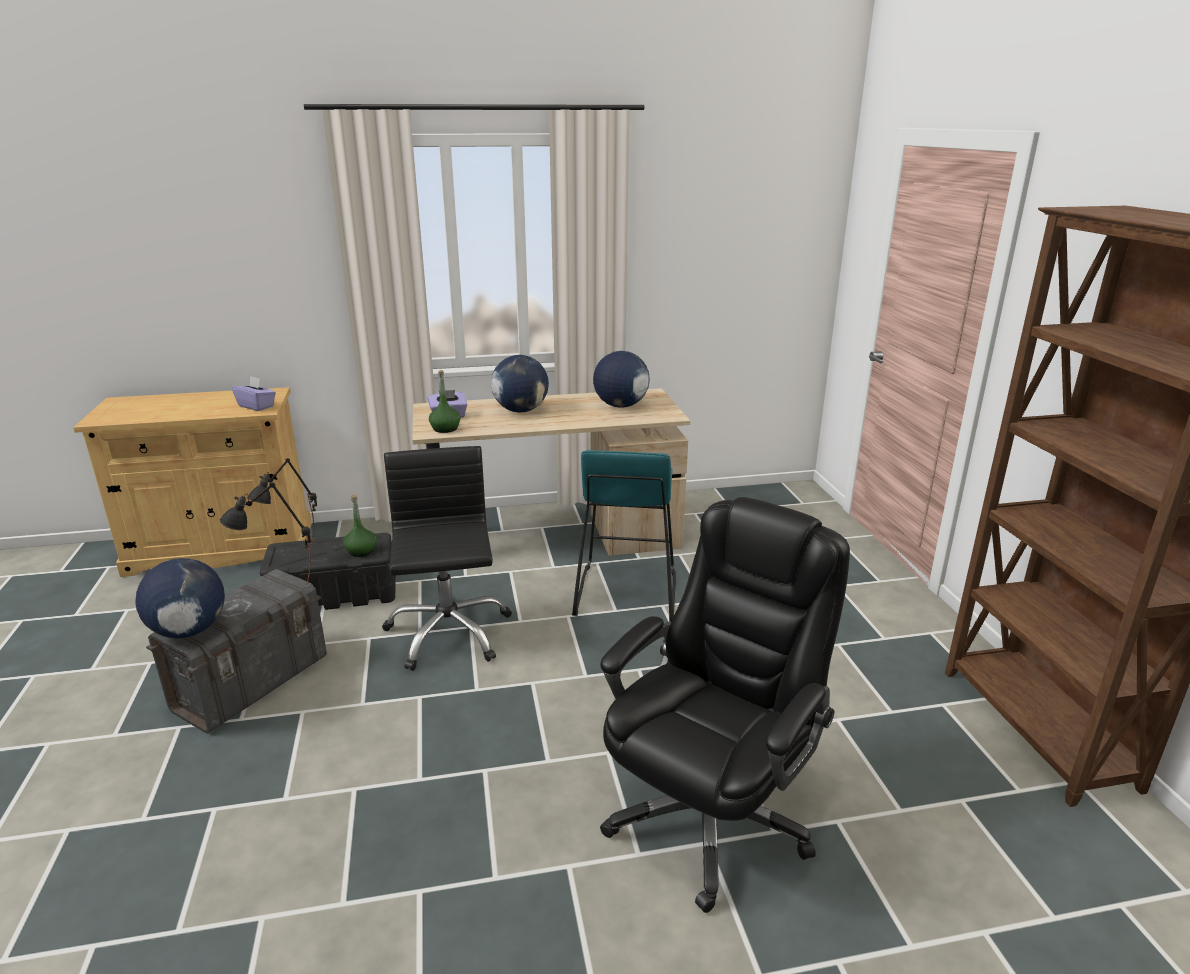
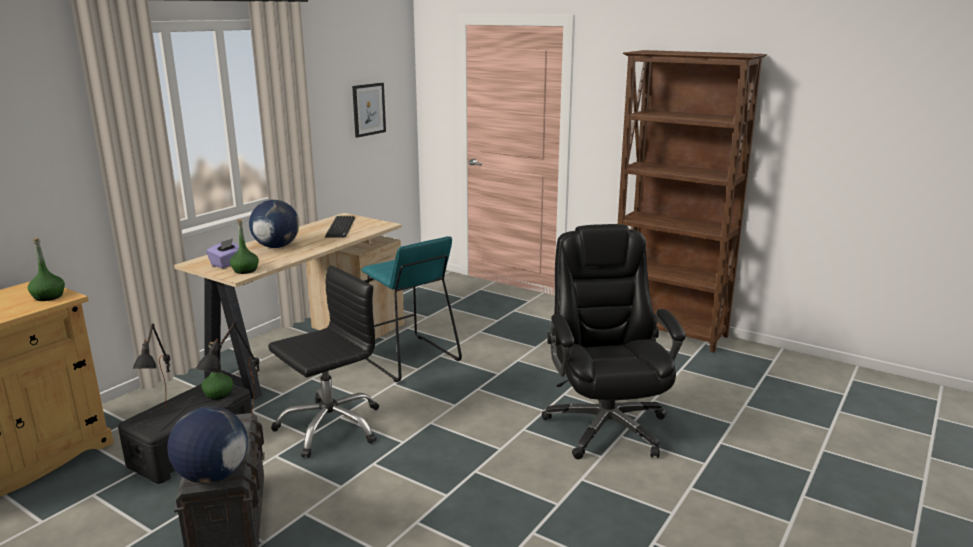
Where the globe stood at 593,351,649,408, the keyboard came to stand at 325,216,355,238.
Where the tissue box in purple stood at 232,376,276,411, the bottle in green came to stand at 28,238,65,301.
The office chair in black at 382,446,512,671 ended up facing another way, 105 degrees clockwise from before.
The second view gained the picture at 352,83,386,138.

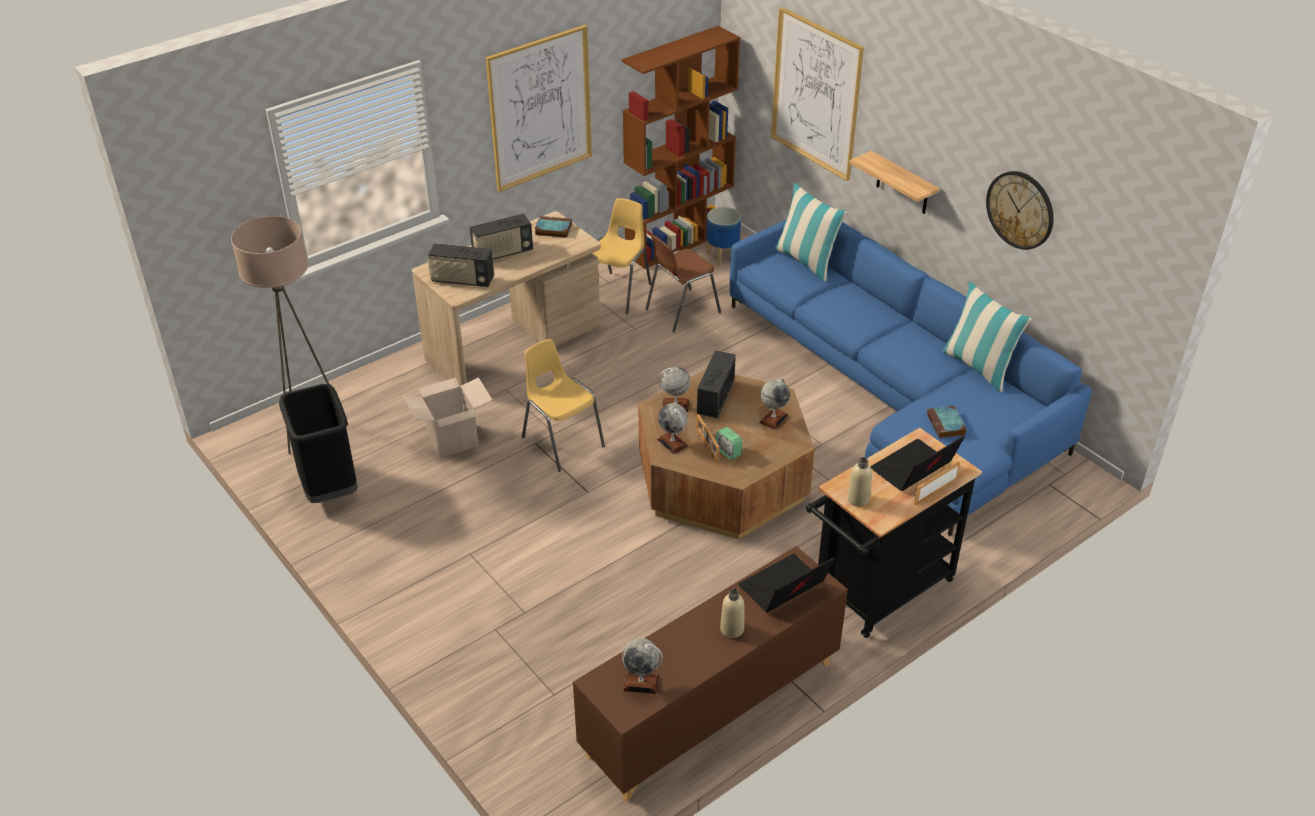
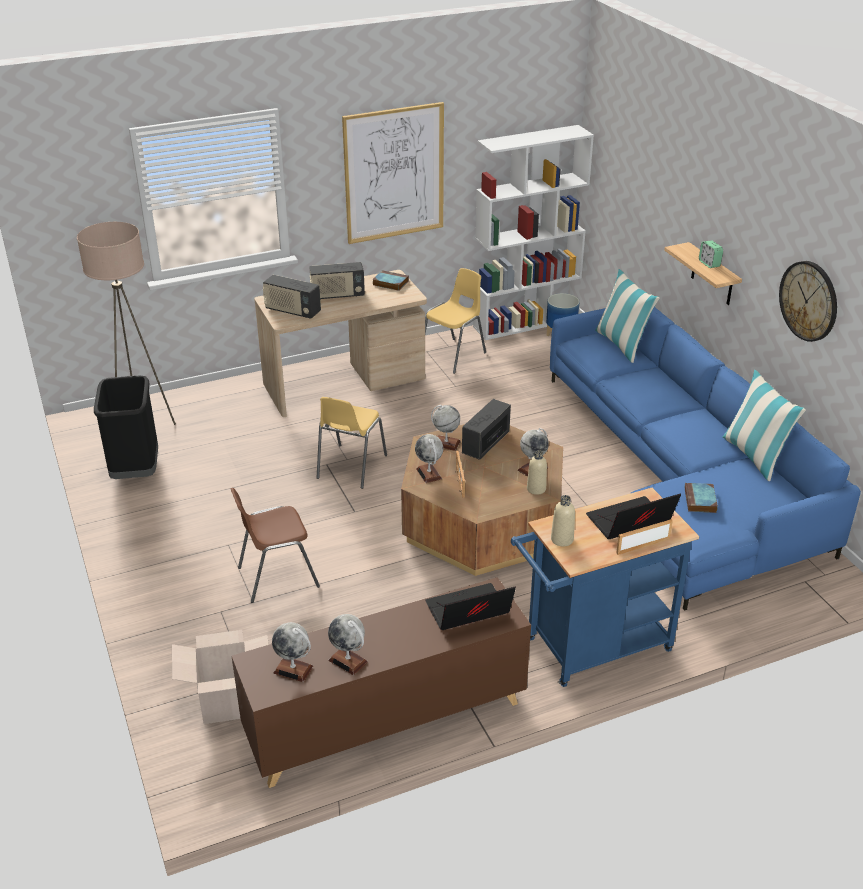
The second view lost the picture at 771,7,864,181.
What was the bookcase in brown at 622,26,740,269 turned into the bookcase in white at 473,125,594,340.
The chair in brown ended up elsewhere, having gone from 645,235,721,332 to 231,488,320,603.
The chair in yellow at 522,339,605,472 ended up facing another way, 135 degrees counterclockwise from before.
The cardboard box ended up elsewhere, having gone from 403,377,492,458 to 172,630,269,724.
The alarm clock ended up elsewhere, having gone from 716,427,742,460 to 699,240,723,268.
What was the cart in black at 806,428,982,638 turned into the cart in blue at 511,488,699,687.
The bottle in beige ended up elsewhere, having gone from 720,588,745,638 to 527,450,547,495.
The second view gained the globe at 328,614,368,675.

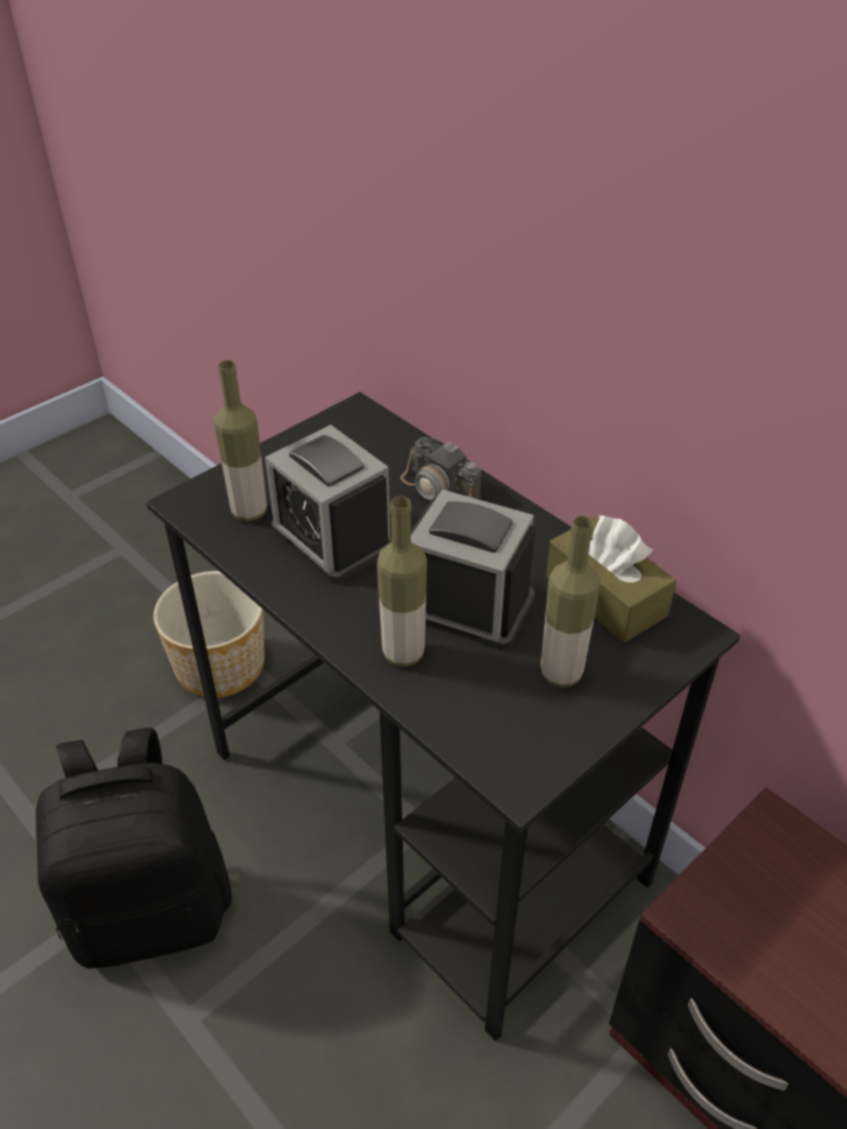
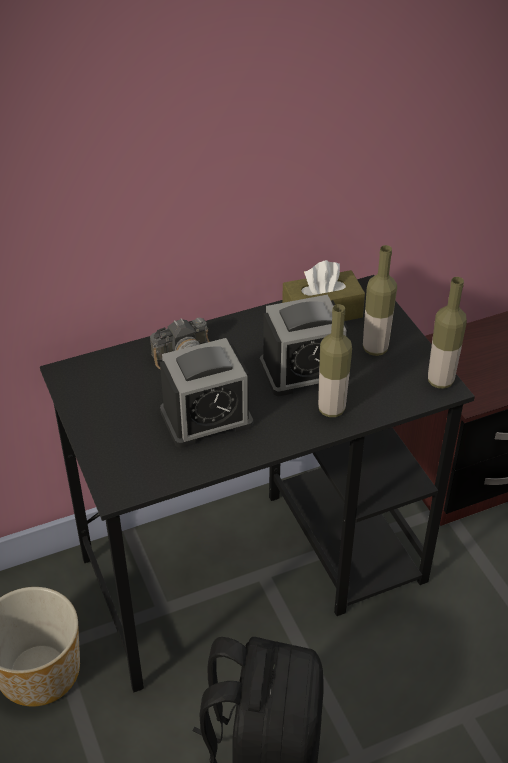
The bottle ended up elsewhere, having gone from 214,360,267,522 to 428,277,467,389.
The alarm clock at 411,489,535,650 ended up facing another way, 150 degrees counterclockwise from before.

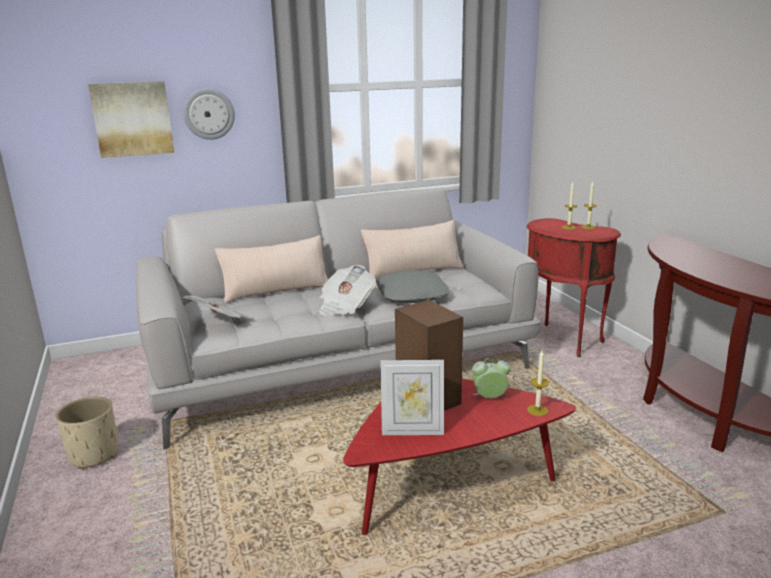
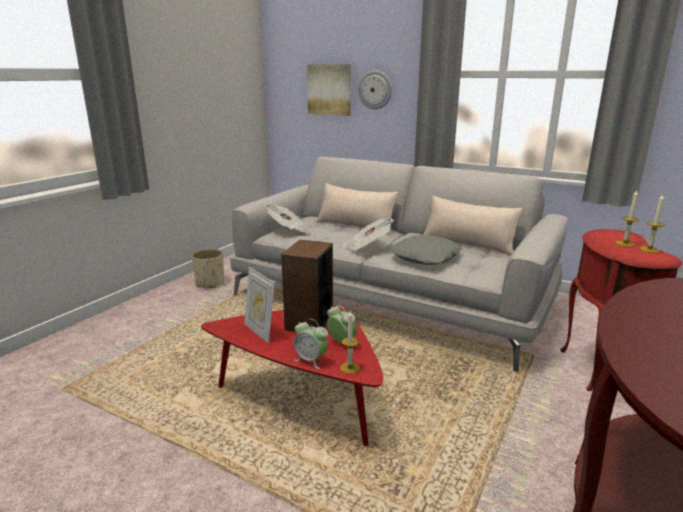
The second view gained the alarm clock at 294,319,328,369.

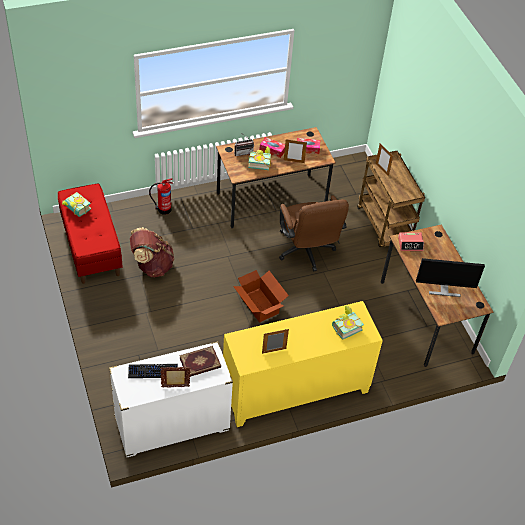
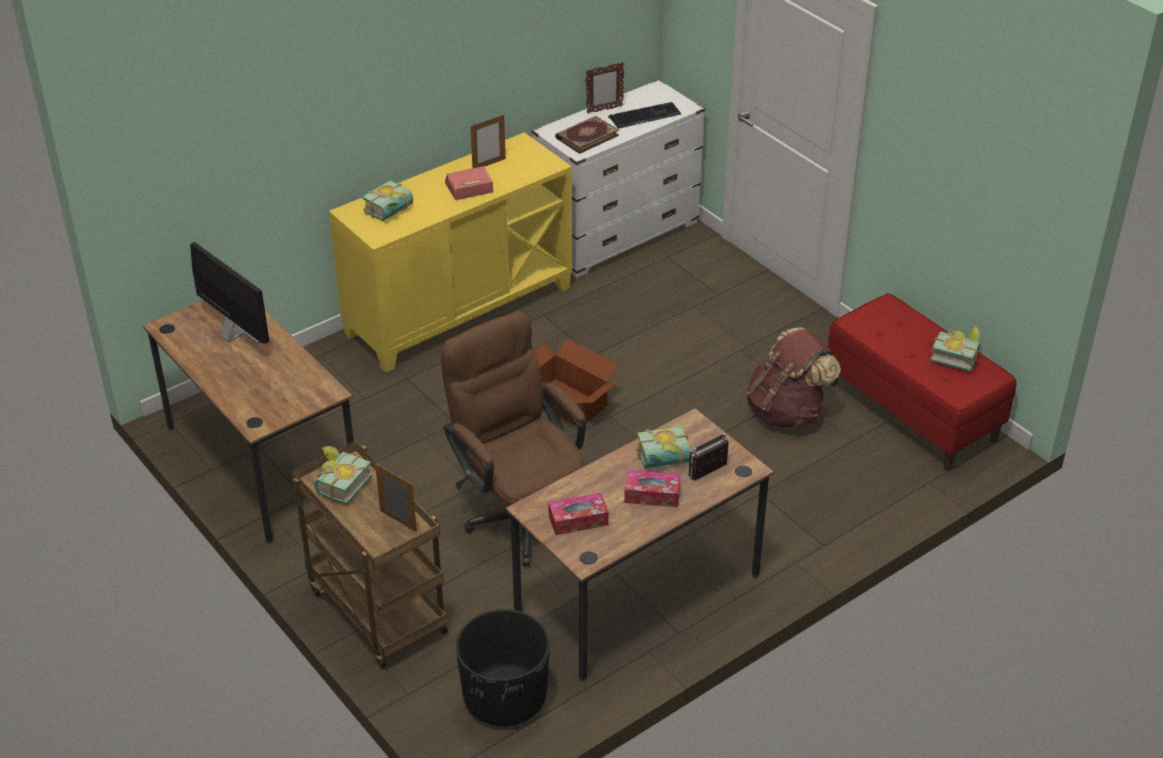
The second view lost the picture frame at 284,139,307,163.
The second view lost the fire extinguisher at 149,178,173,215.
The alarm clock ended up elsewhere, having gone from 398,233,424,251 to 445,166,493,200.
The monitor at 416,258,485,297 ended up facing another way, 60 degrees clockwise from before.
The second view gained the book at 314,446,372,505.
The second view gained the planter in black at 456,609,550,726.

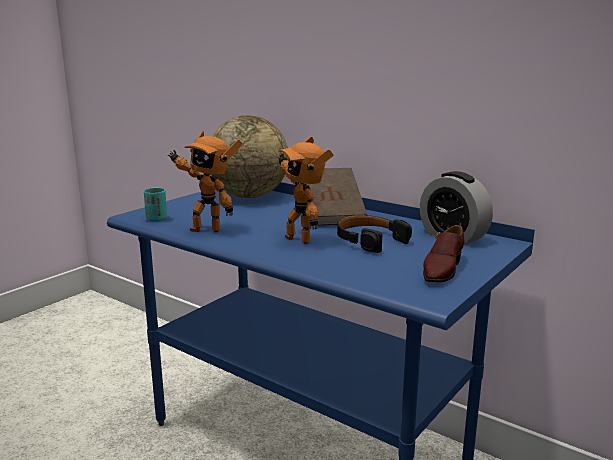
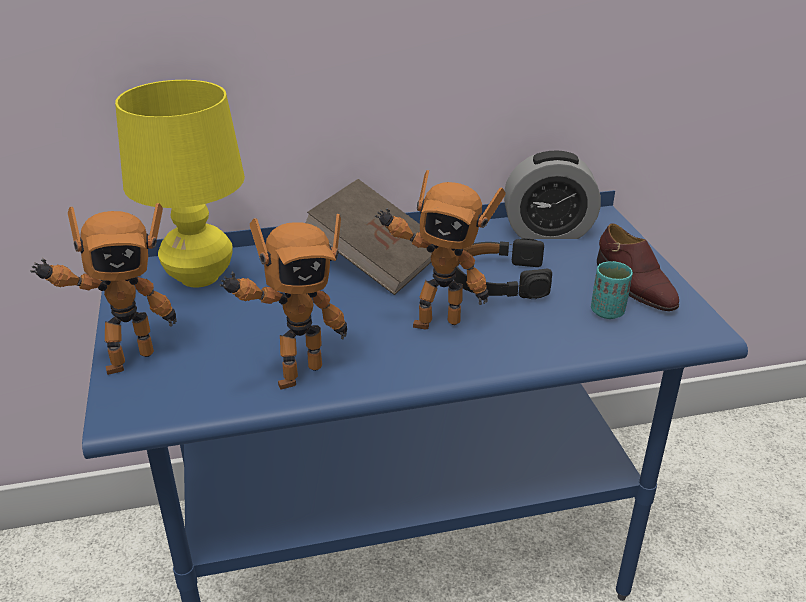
Where the globe stood at 211,115,289,198, the table lamp in yellow came to stand at 115,80,245,288.
The cup in turquoise ended up elsewhere, having gone from 144,188,167,222 to 591,261,633,319.
The second view gained the toy robot at 30,203,177,375.

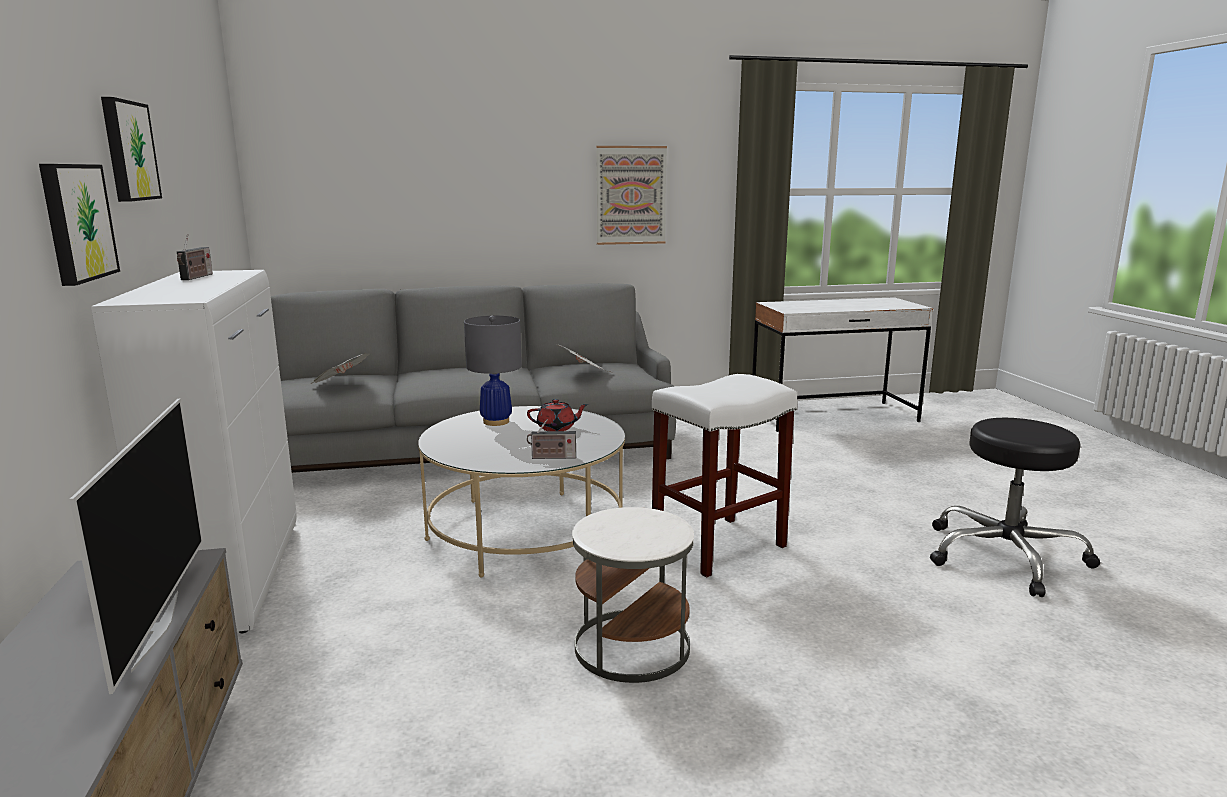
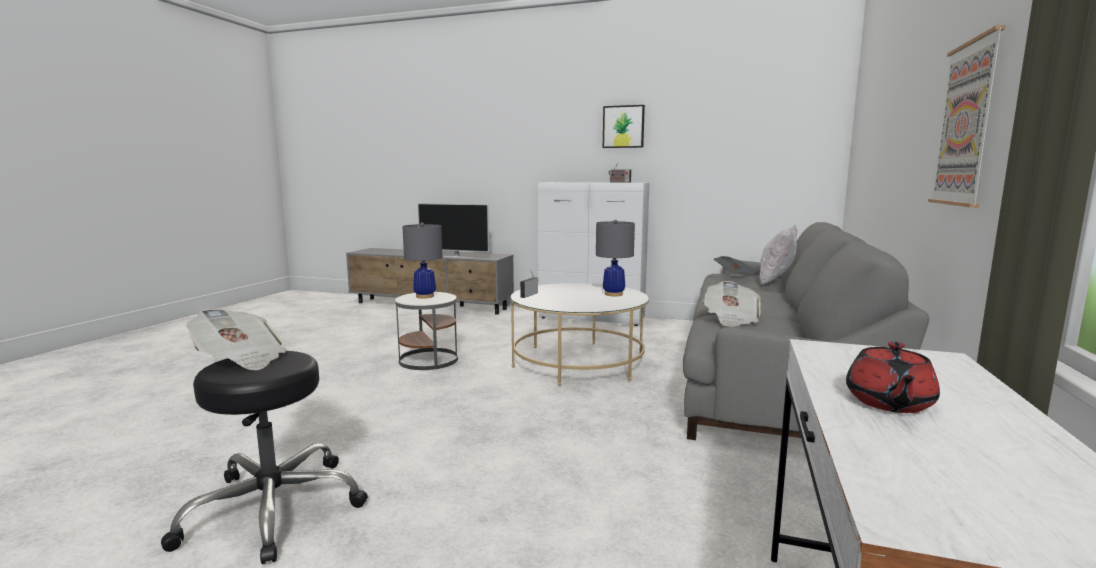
The second view lost the picture at 39,164,120,286.
The second view lost the stool in white at 652,374,797,578.
The teapot in red ended up elsewhere, having gone from 527,399,588,431 to 846,342,940,413.
The second view gained the table lamp in grey at 403,223,442,298.
The second view gained the pillow in white at 759,225,797,285.
The second view gained the newspaper at 186,308,287,370.

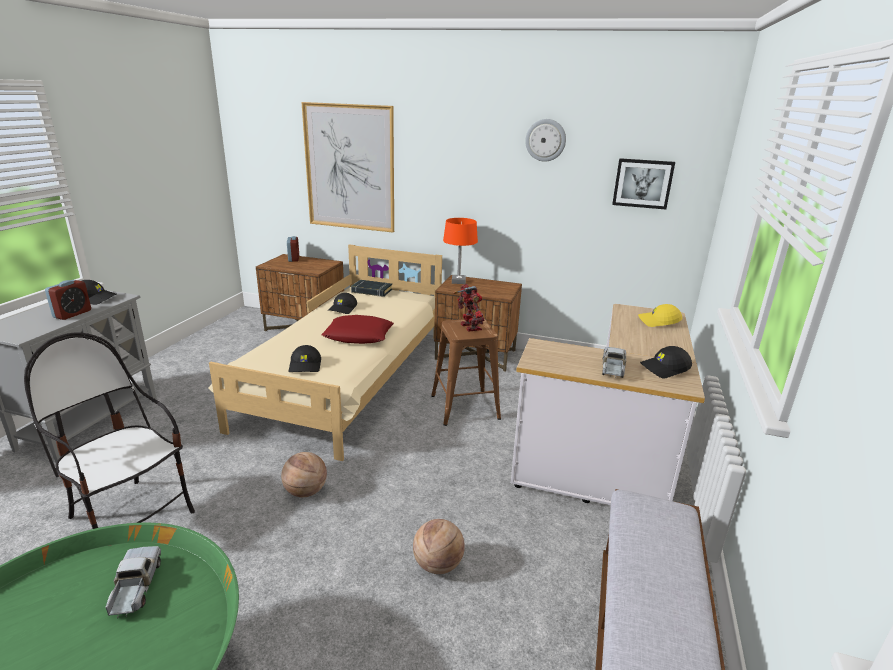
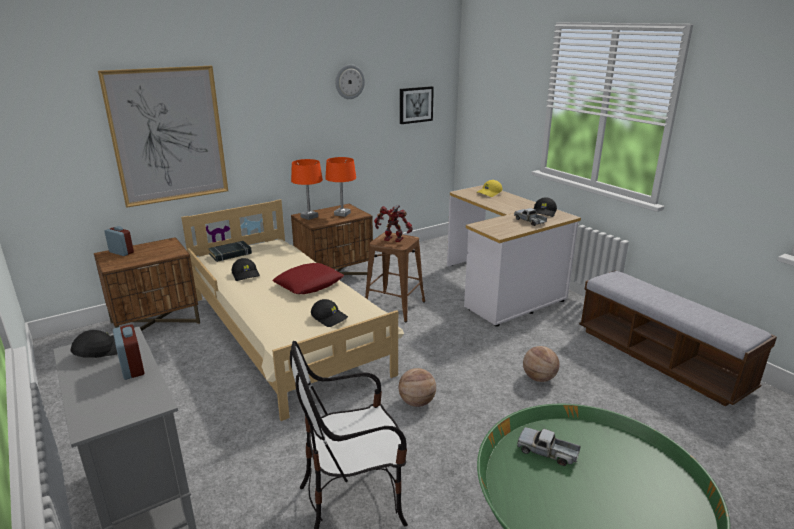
The second view gained the table lamp in orange at 325,157,356,217.

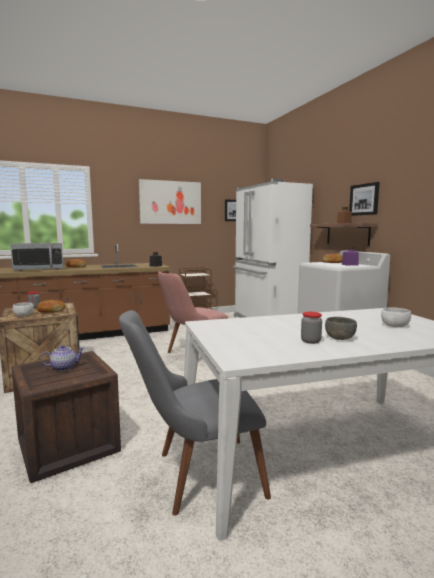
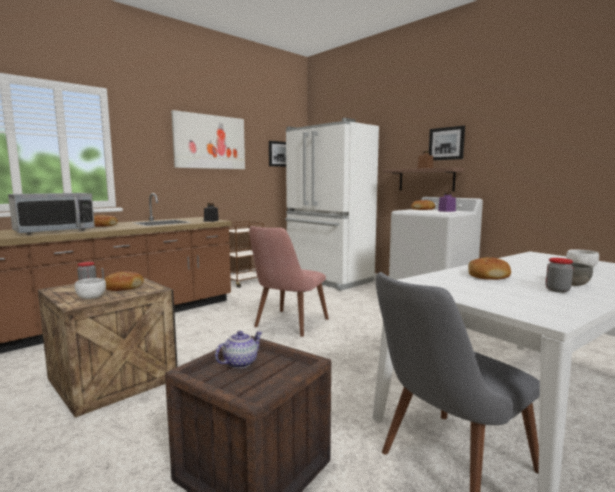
The second view gained the bread at 468,257,511,280.

